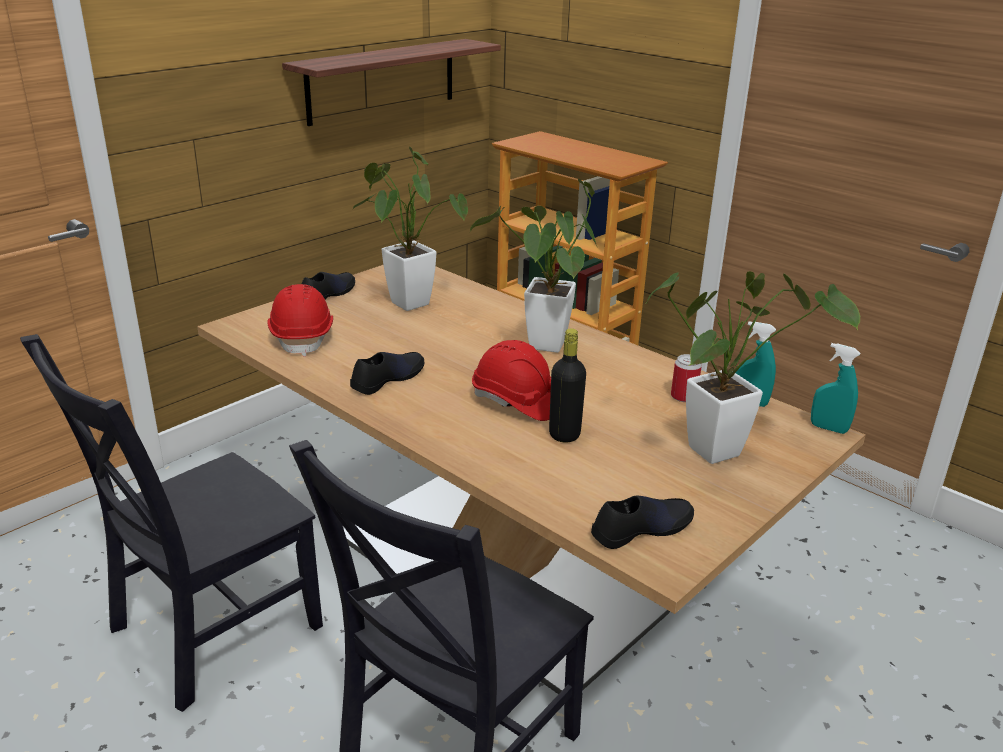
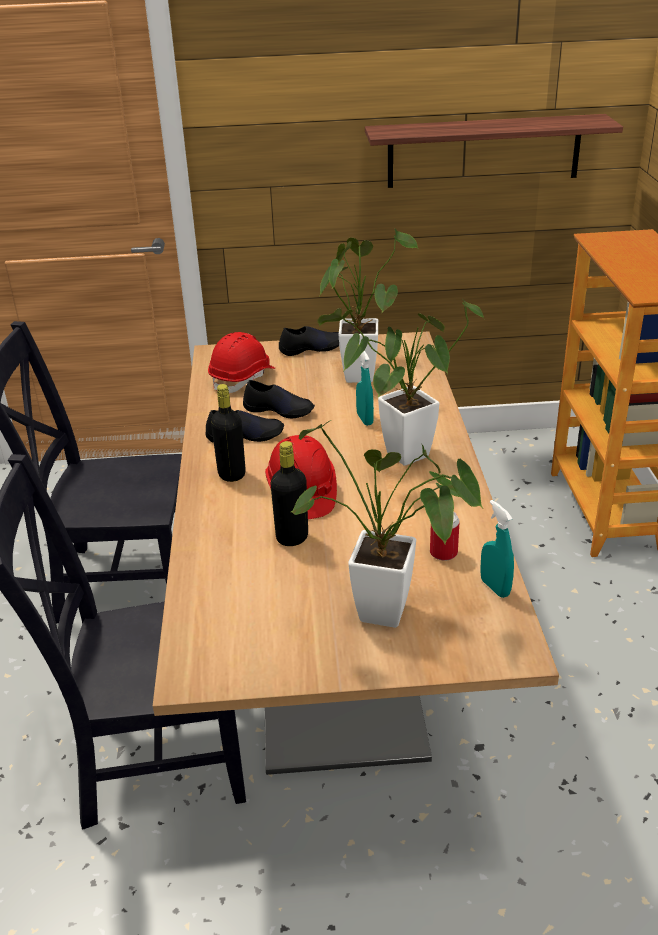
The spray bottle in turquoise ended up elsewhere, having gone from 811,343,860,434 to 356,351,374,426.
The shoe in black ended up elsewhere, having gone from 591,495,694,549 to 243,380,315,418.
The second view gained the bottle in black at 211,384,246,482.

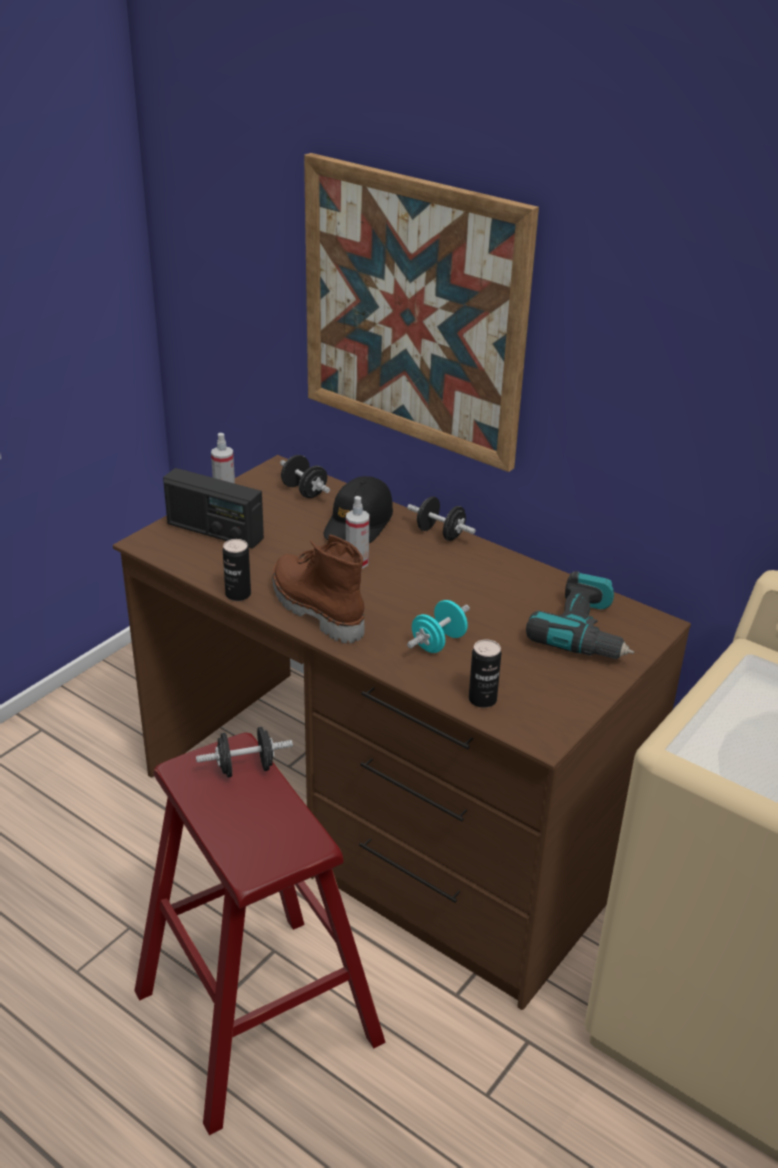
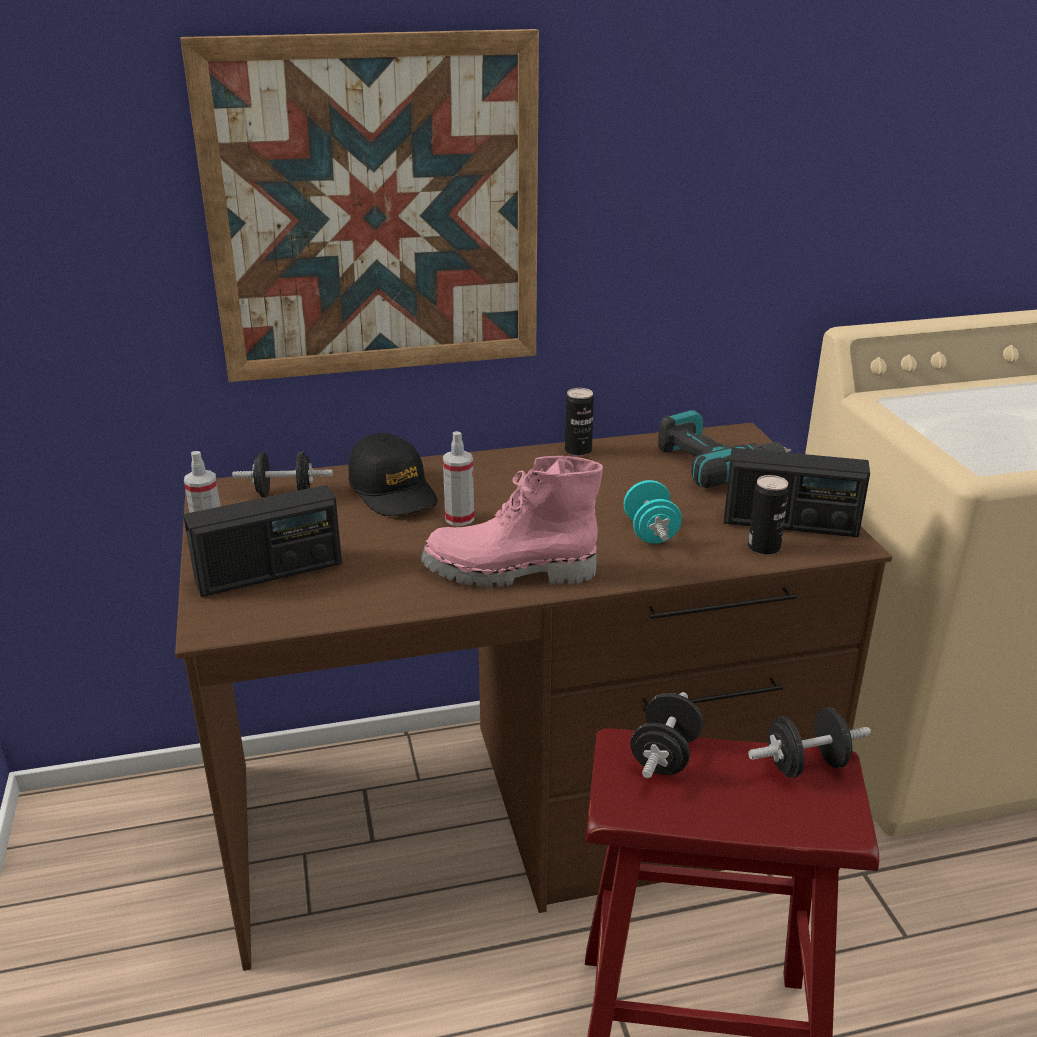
The dumbbell in black ended up elsewhere, having gone from 407,496,476,541 to 748,708,871,778.
What was the boot in brown at 273,535,365,643 turned into the boot in pink at 421,456,603,588.
The can ended up elsewhere, having gone from 223,539,251,601 to 565,388,594,456.
The second view gained the radio at 724,448,870,537.

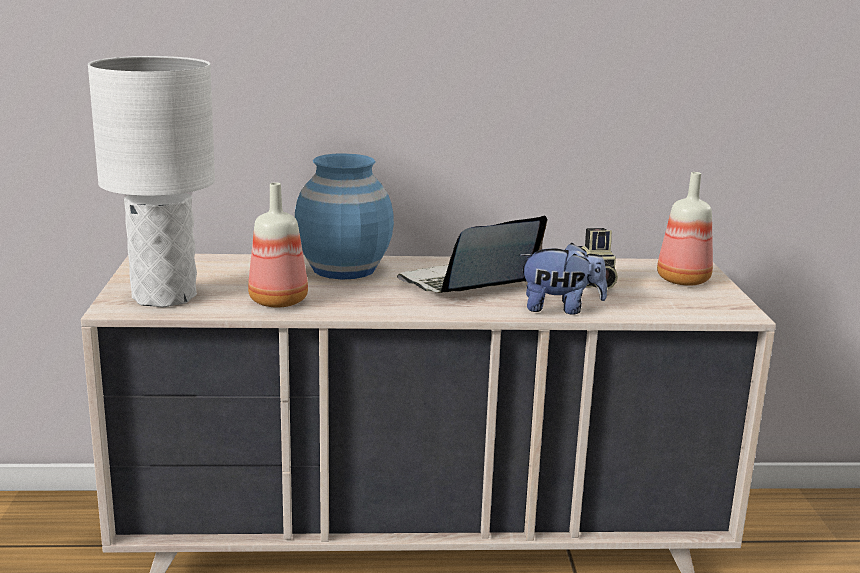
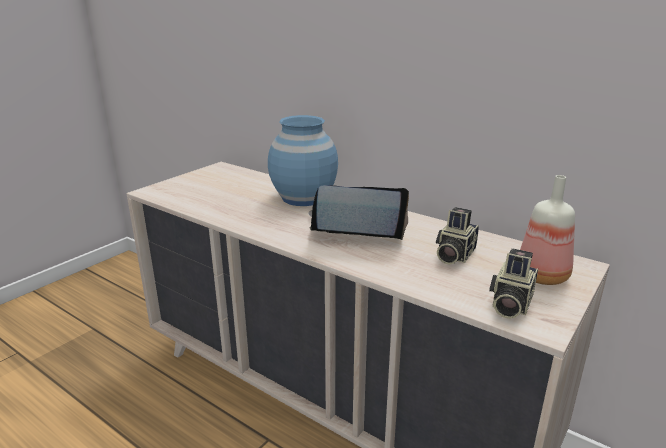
The second view lost the table lamp in white at 88,56,215,308.
The second view lost the bottle at 248,182,308,307.
The second view lost the plush toy at 519,243,607,315.
The second view gained the photo camera at 490,248,538,319.

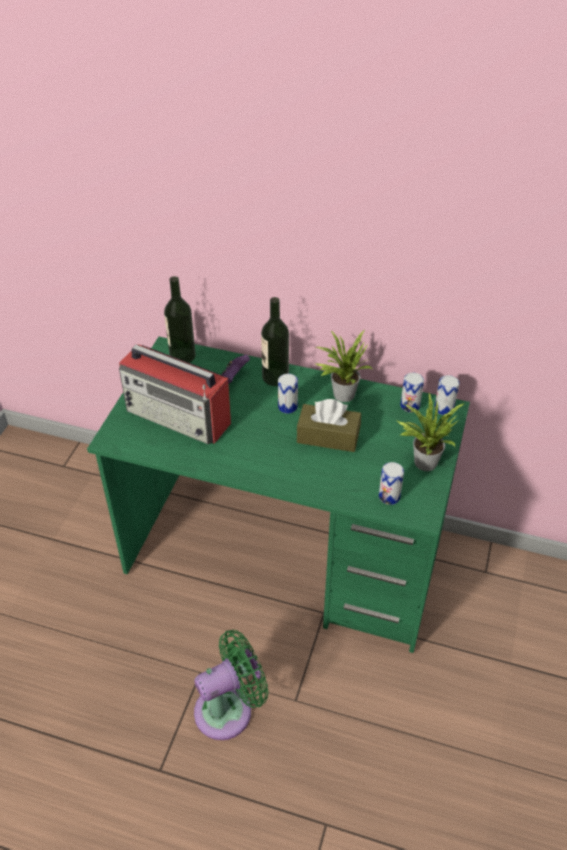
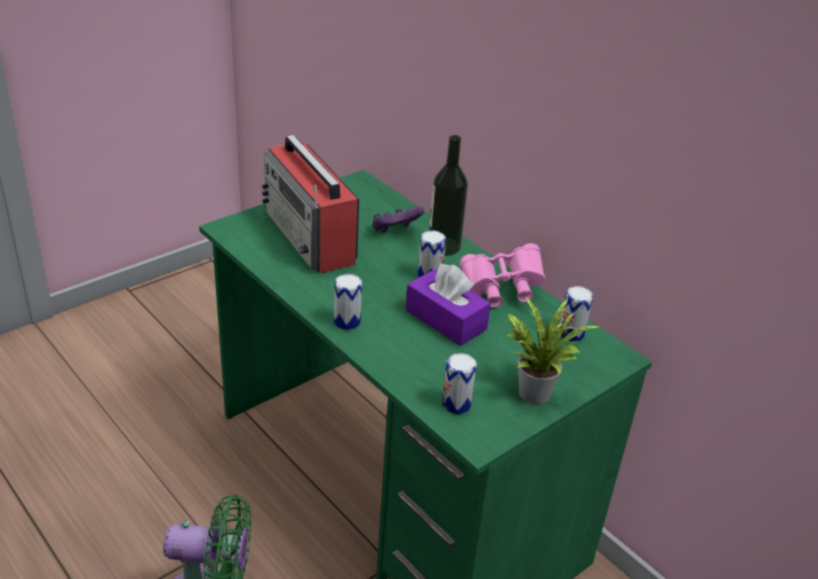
The second view lost the bottle at 164,276,196,363.
Where the potted plant stood at 316,330,373,402, the binoculars in pink came to stand at 460,243,545,307.
The can ended up elsewhere, having gone from 434,375,460,415 to 334,274,362,330.
What was the tissue box in brown at 297,399,361,452 turned into the tissue box in purple at 405,264,491,346.

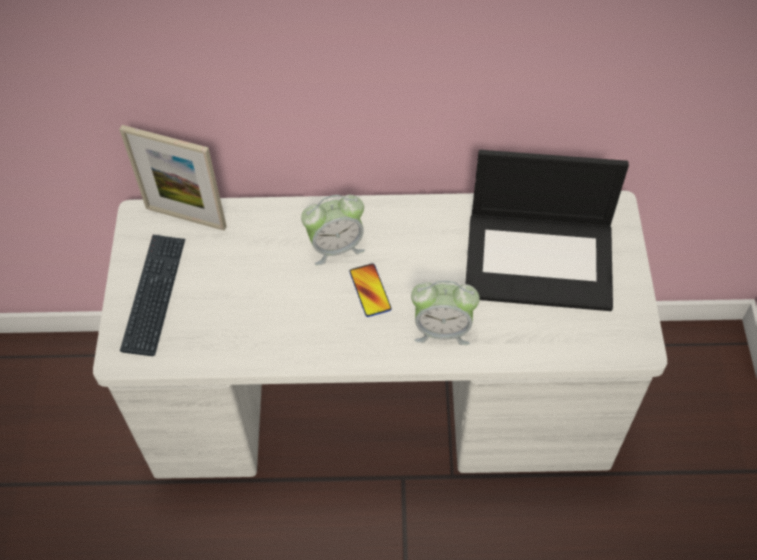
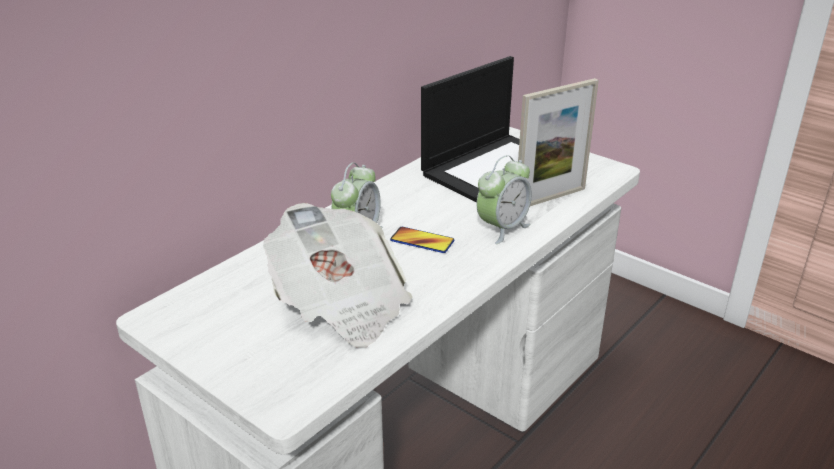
The picture frame ended up elsewhere, having gone from 119,125,227,231 to 518,78,599,206.
The second view lost the keyboard at 120,235,185,356.
The second view gained the newspaper at 263,203,413,348.

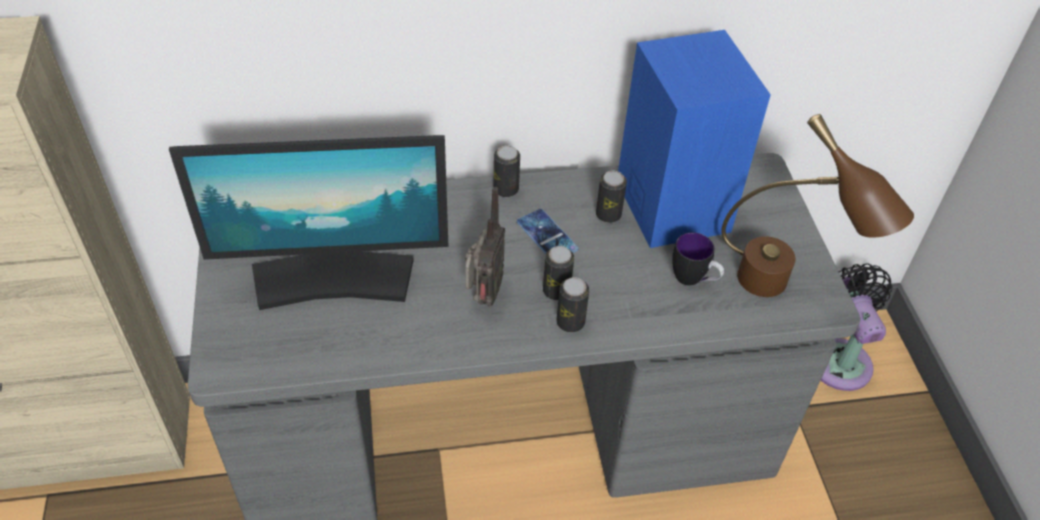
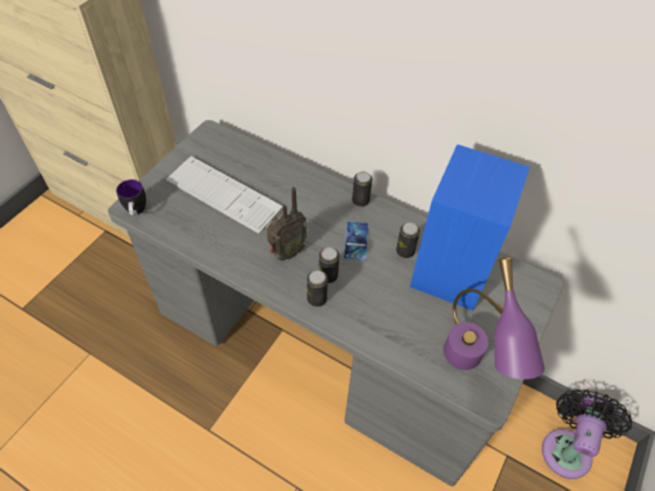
What was the table lamp in brown at 721,114,914,297 turned into the table lamp in purple at 443,257,545,379.
Where the monitor stood at 169,135,448,310, the keyboard came to stand at 166,156,283,234.
The mug ended up elsewhere, having gone from 672,232,724,286 to 116,179,146,216.

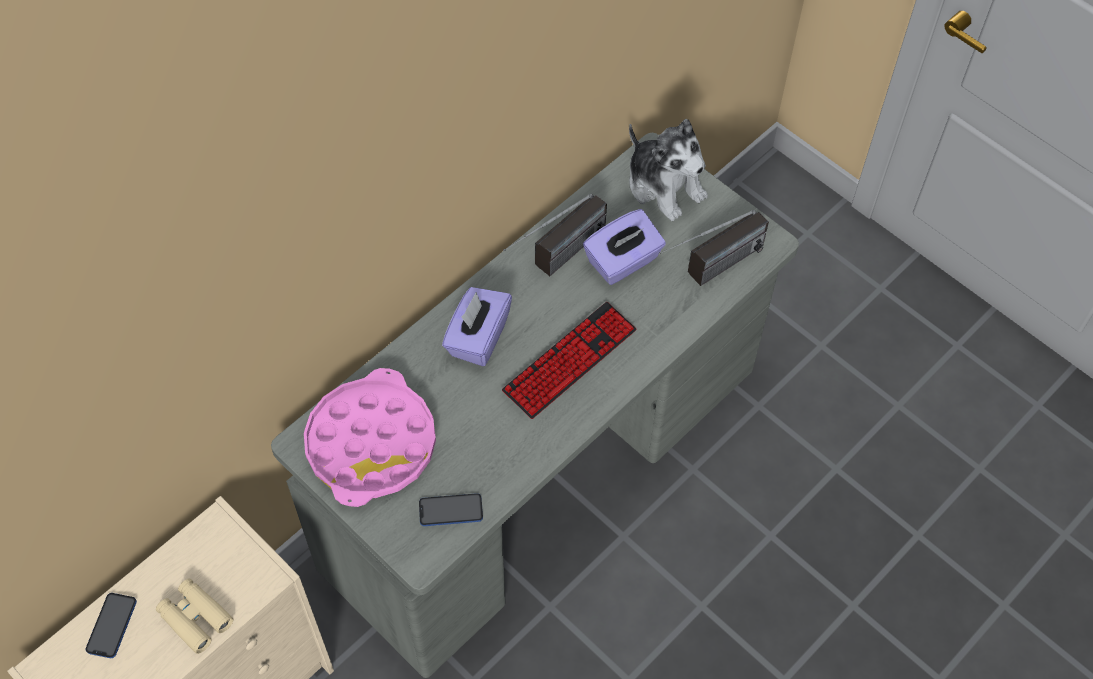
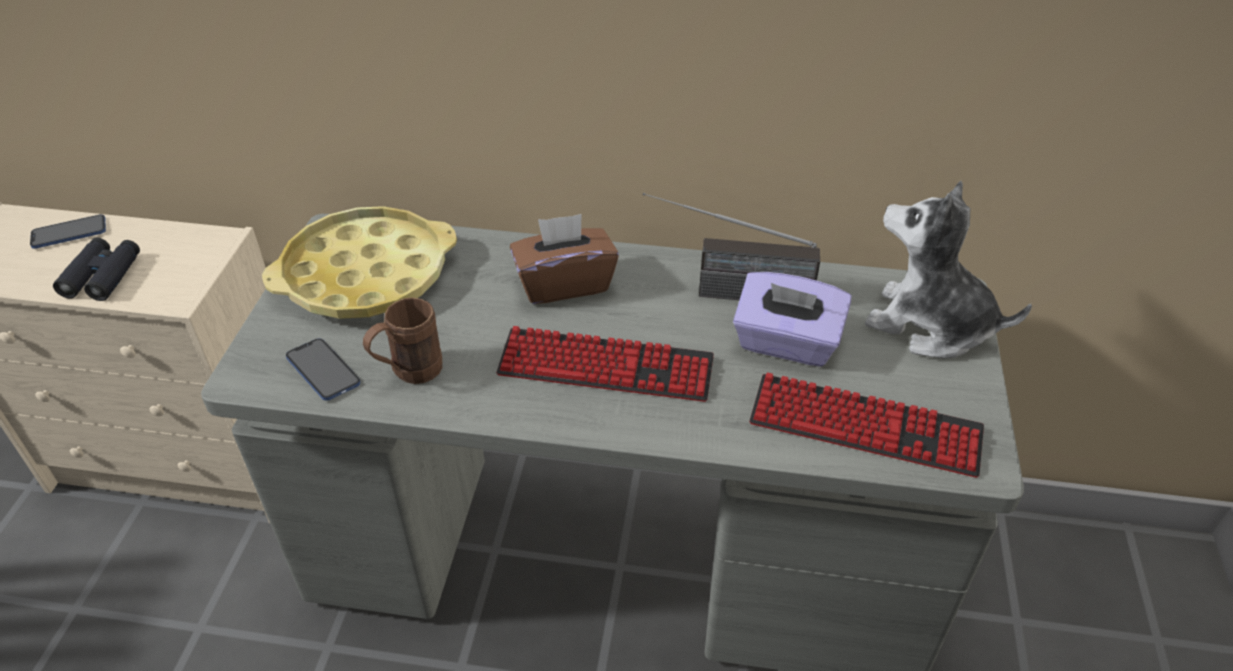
The plush toy at 629,119,708,221 ended up facing another way, 105 degrees clockwise from before.
Where the radio stood at 659,210,769,286, the keyboard came to stand at 749,373,984,478.
What was the tissue box in purple at 442,287,512,366 turned into the tissue box in brown at 510,214,619,304.
What was the tray in pink at 304,368,436,507 turned into the tray in yellow at 262,206,457,319.
What was the binoculars in beige at 156,578,234,654 turned into the binoculars in black at 53,238,140,301.
The second view gained the mug in brown at 363,298,442,384.

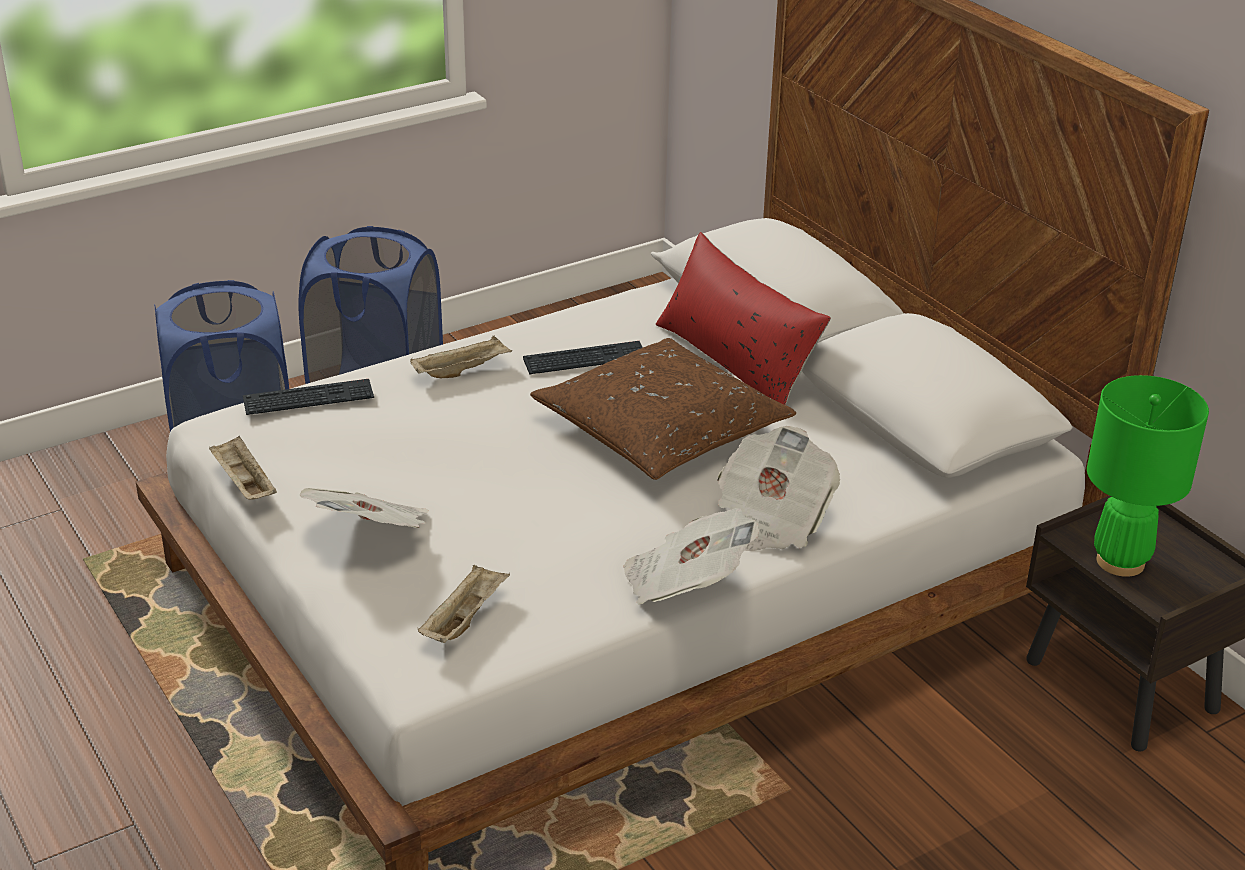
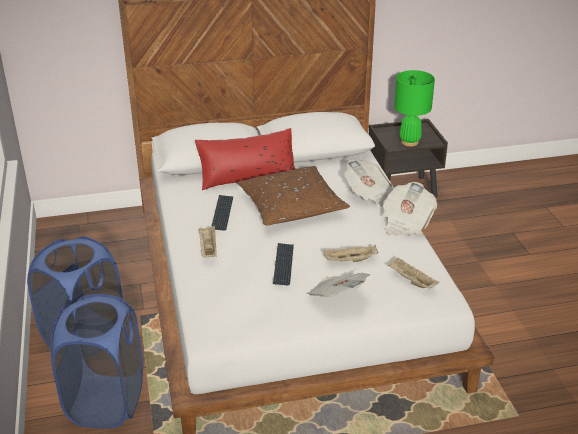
The keyboard ended up elsewhere, having gone from 243,379,374,415 to 273,243,294,285.
The tray in beige ended up elsewhere, having gone from 209,436,277,500 to 323,245,378,262.

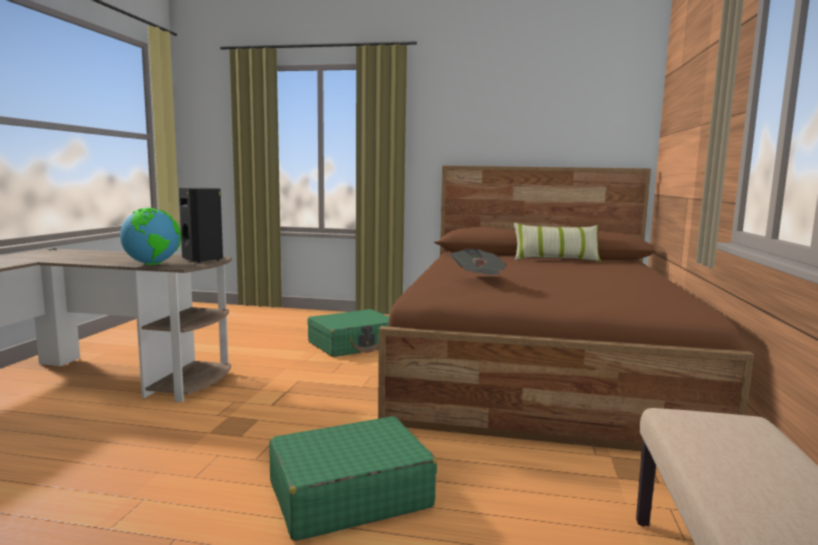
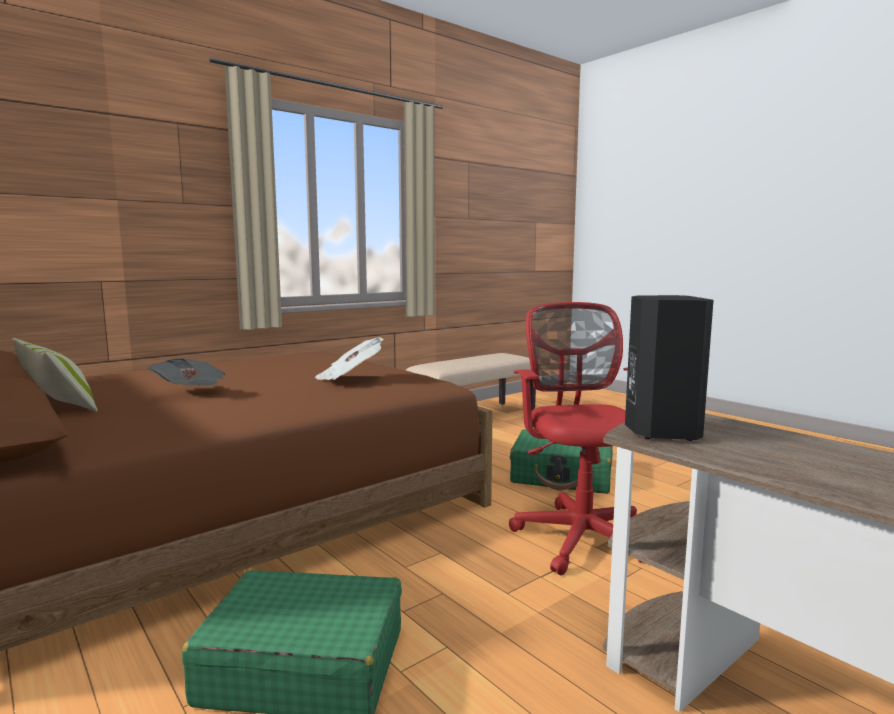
The second view lost the globe at 120,208,181,265.
The second view gained the office chair in red at 509,302,642,575.
The second view gained the newspaper at 148,358,225,386.

